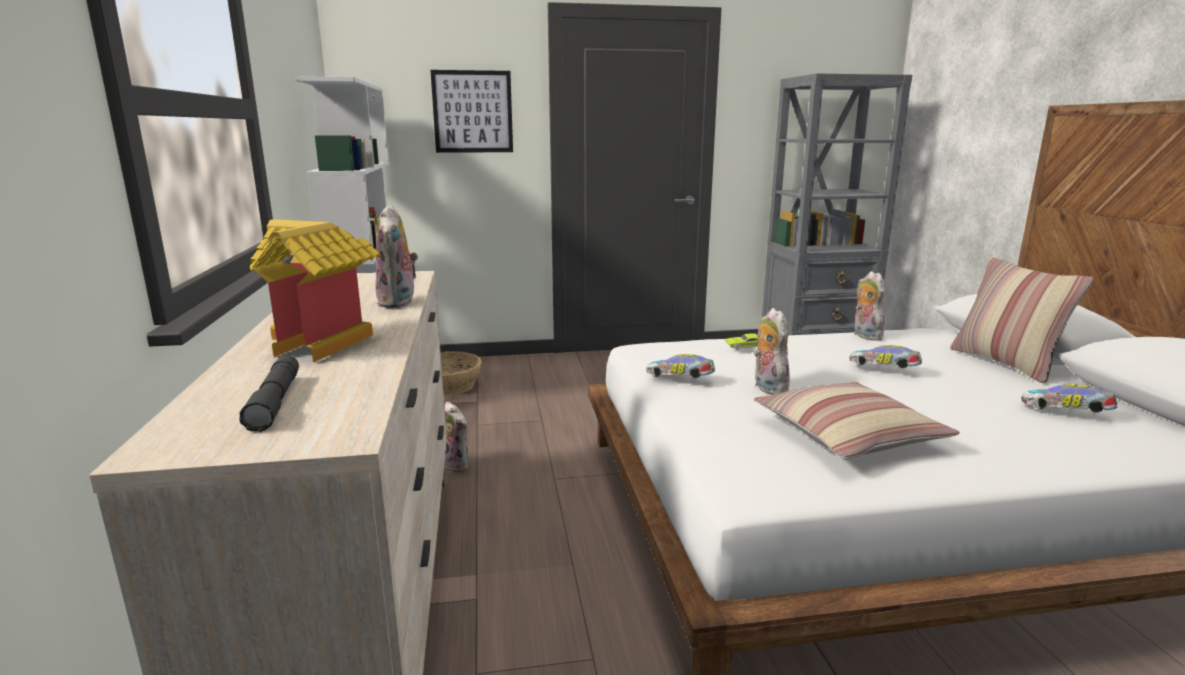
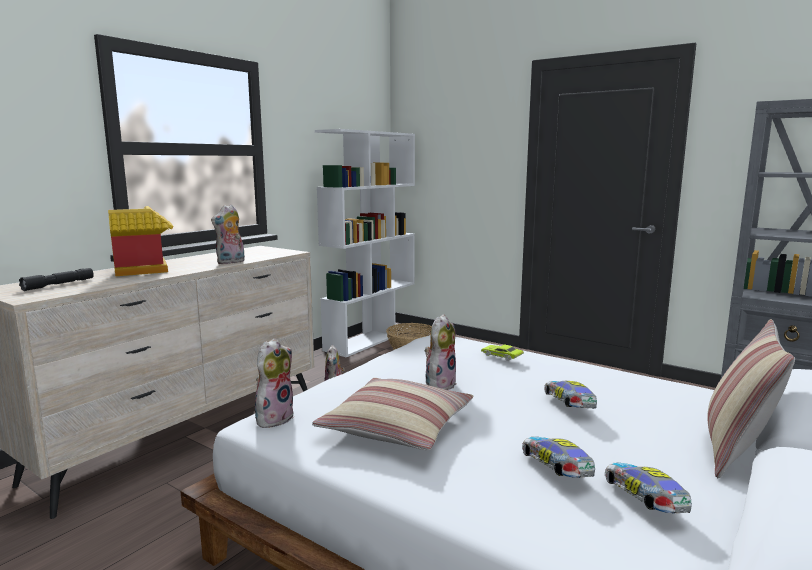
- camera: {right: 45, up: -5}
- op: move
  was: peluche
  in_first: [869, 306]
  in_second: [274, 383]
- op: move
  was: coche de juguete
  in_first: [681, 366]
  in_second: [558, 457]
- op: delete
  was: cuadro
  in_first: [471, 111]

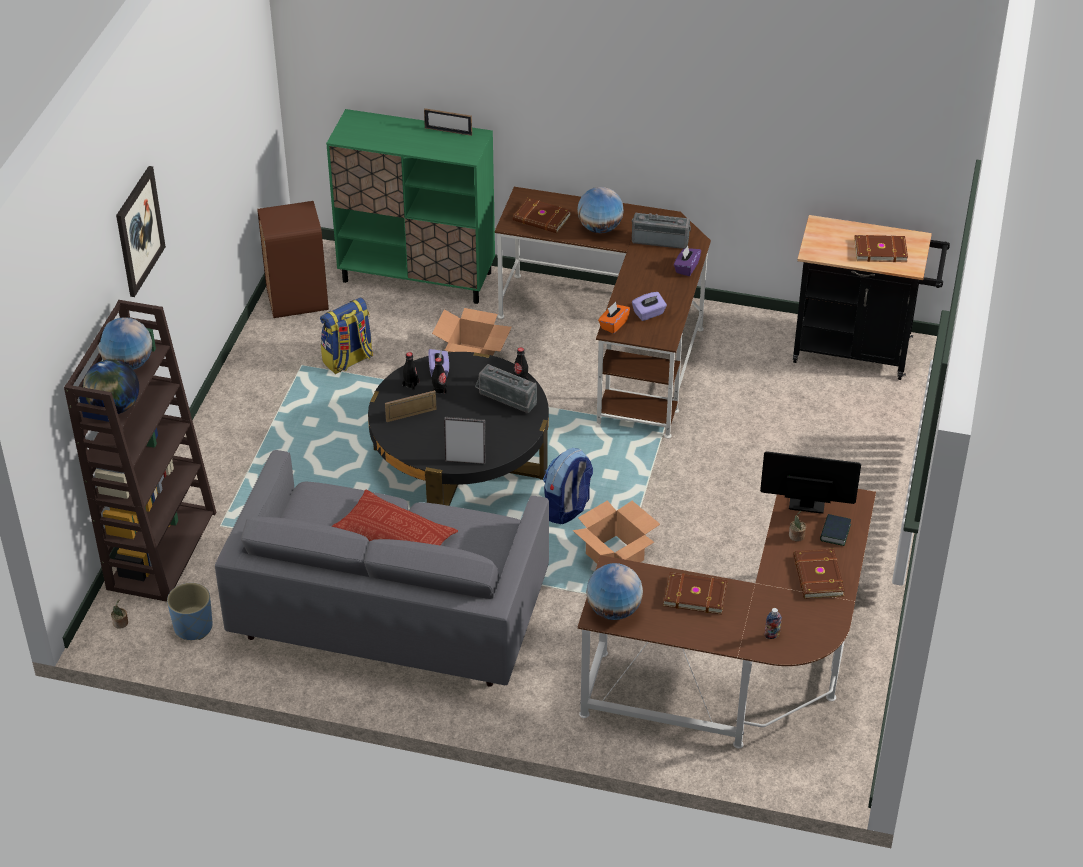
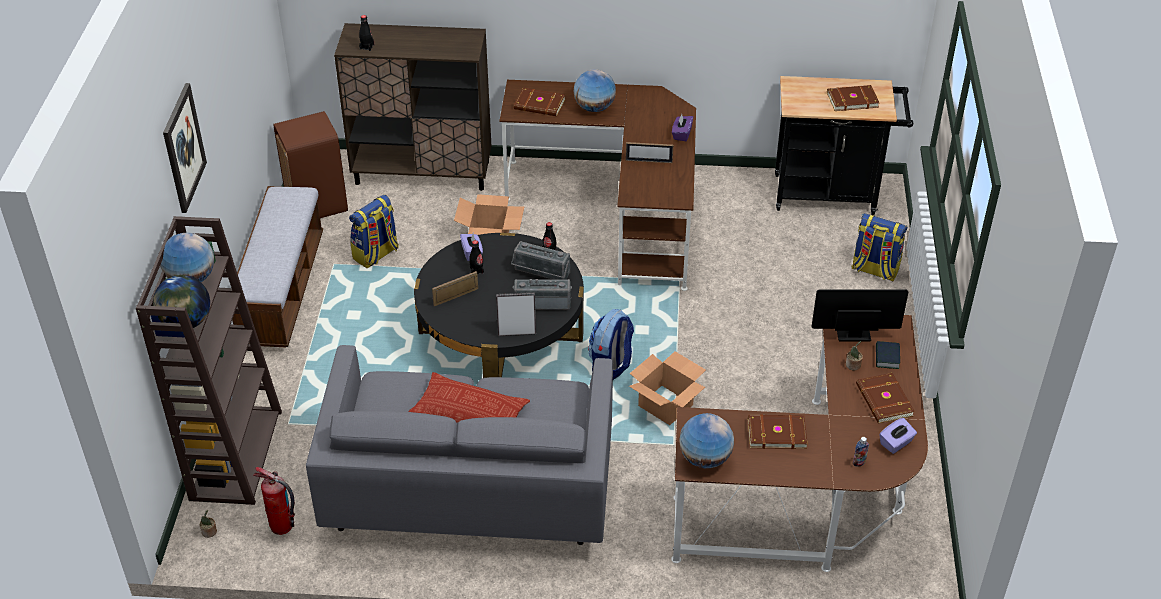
- camera: {right: -10, up: 0}
- op: insert
  now: banco
  in_second: [277, 266]
- op: replace
  was: maceta/azul
  now: extintor
  in_first: [190, 611]
  in_second: [274, 501]
- op: recolor
  was: armario/verde
  now: armario/marrón
  in_first: [410, 206]
  in_second: [412, 107]
- op: move
  was: botella/negro
  in_first: [411, 371]
  in_second: [366, 33]
- op: move
  was: radio
  in_first: [661, 230]
  in_second: [542, 294]
- op: move
  was: portarretratos
  in_first: [448, 122]
  in_second: [649, 152]
- op: insert
  now: mochila
  in_second: [879, 247]
- op: move
  was: caja de pañuelos/morado
  in_first: [649, 306]
  in_second: [898, 436]
- op: delete
  was: caja de pañuelos/naranja
  in_first: [614, 318]

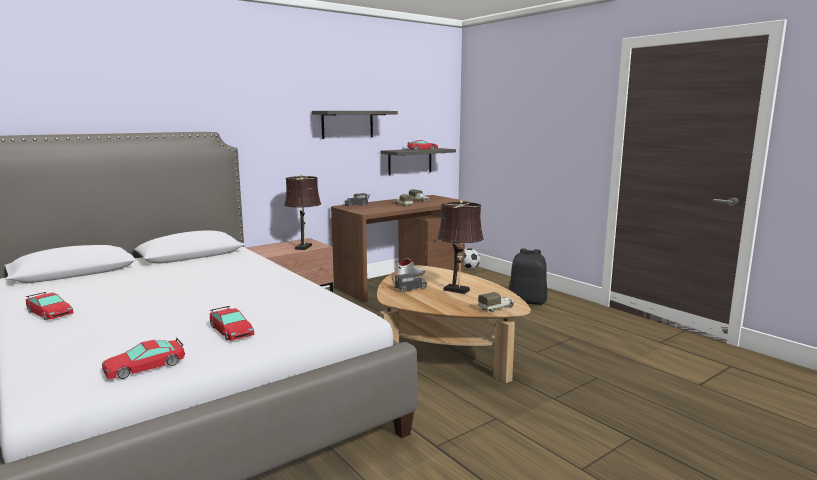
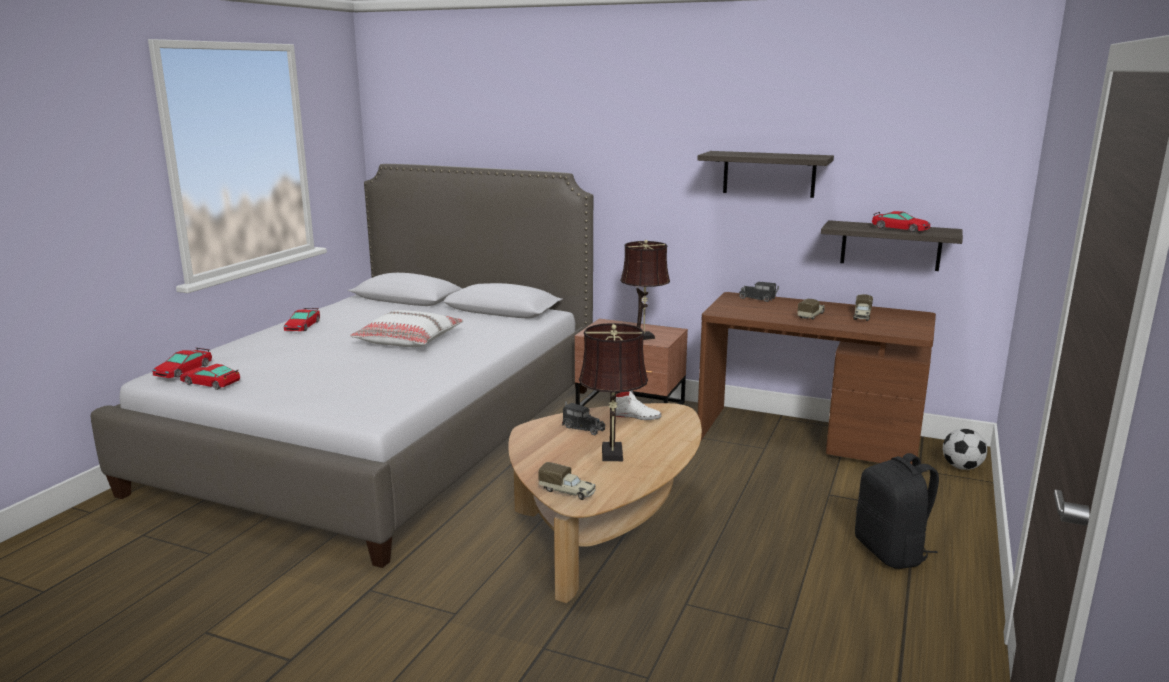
- camera: {right: 60, up: 5}
- op: move
  was: coche de juguete
  in_first: [232, 323]
  in_second: [182, 363]
- op: insert
  now: cojín/blanco
  in_second: [406, 328]

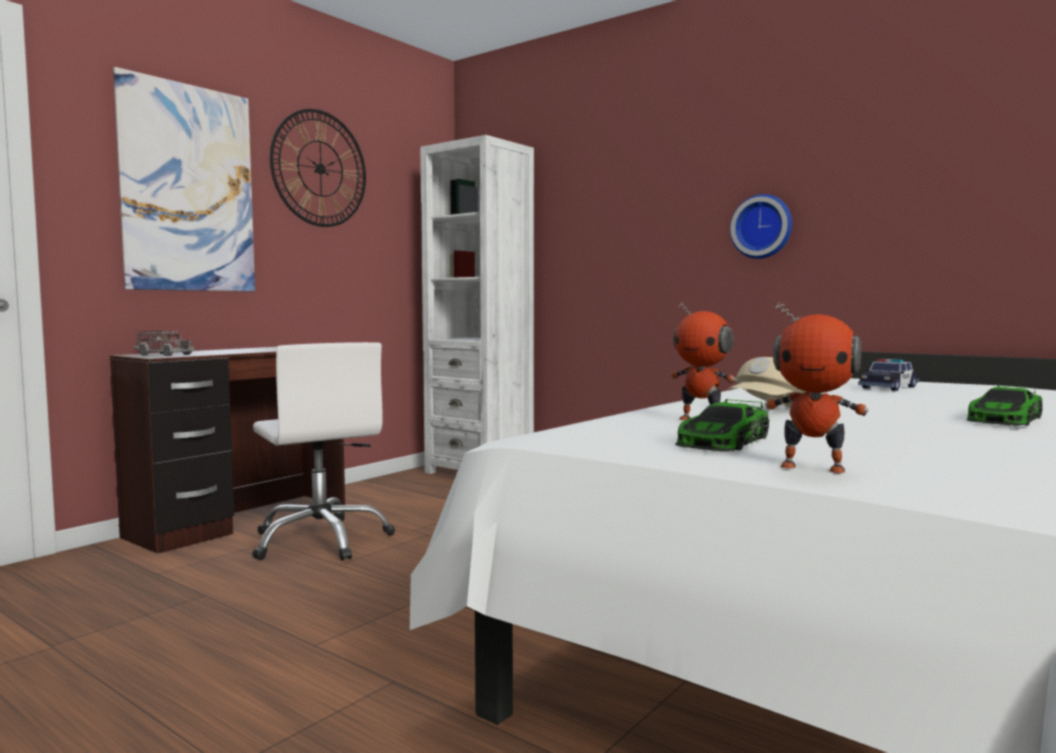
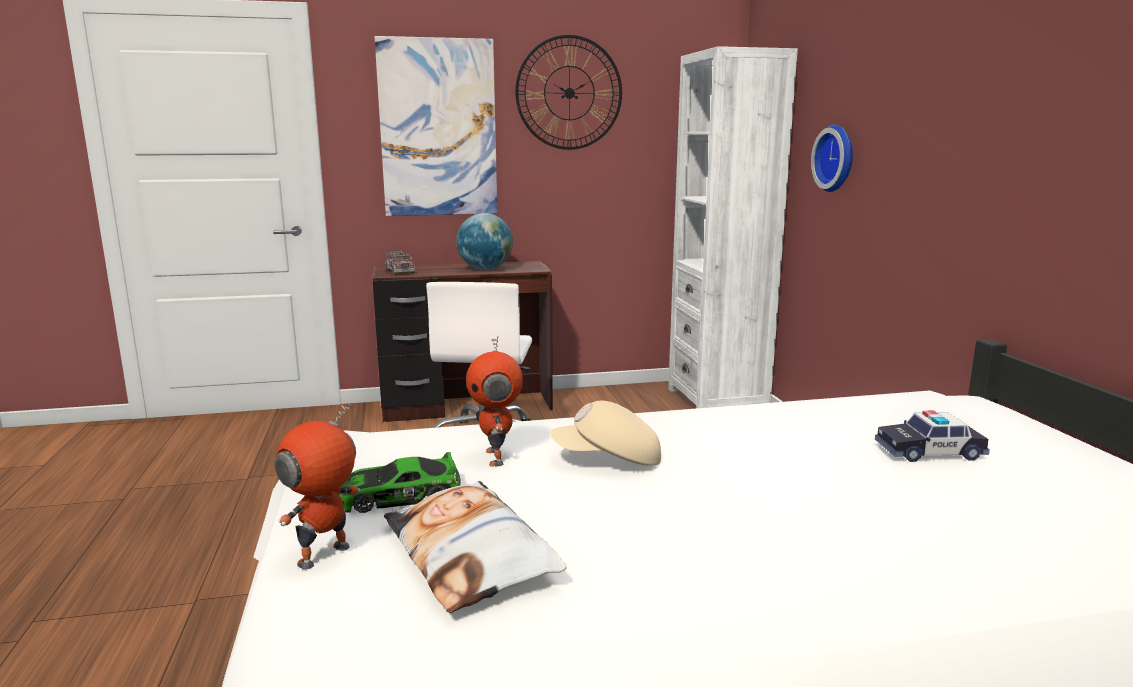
- camera: {right: 40, up: 10}
- op: rotate
  was: robot de juguete
  in_first: [817, 387]
  in_second: [317, 486]
  clockwise: 60
- op: insert
  now: cojín
  in_second: [475, 547]
- op: insert
  now: globo terráqueo
  in_second: [485, 241]
- op: move
  was: reloj de pared
  in_first: [761, 226]
  in_second: [832, 158]
- op: delete
  was: coche de juguete
  in_first: [1005, 405]

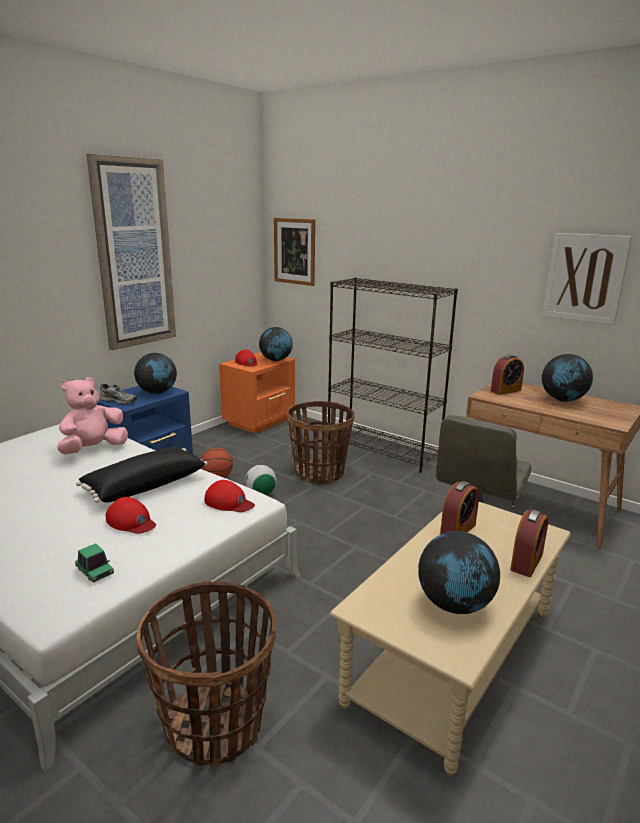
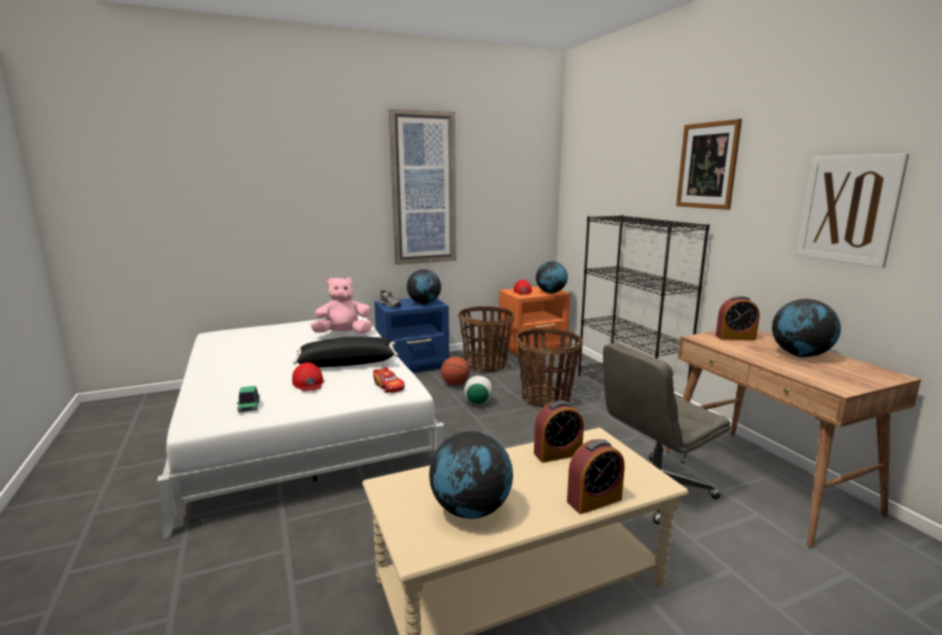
- camera: {right: 30, up: -5}
- op: replace
  was: gorra/rojo
  now: coche de juguete
  in_first: [230, 496]
  in_second: [389, 380]
- op: move
  was: cesta
  in_first: [206, 673]
  in_second: [486, 339]
- op: move
  was: cuadro
  in_first: [294, 252]
  in_second: [709, 164]

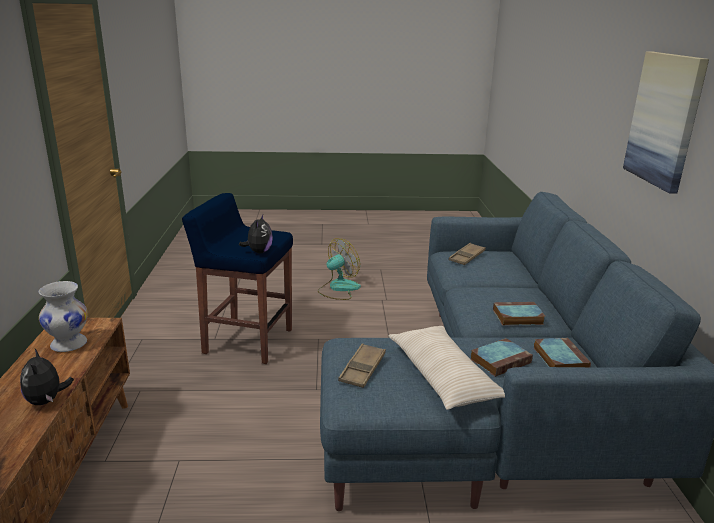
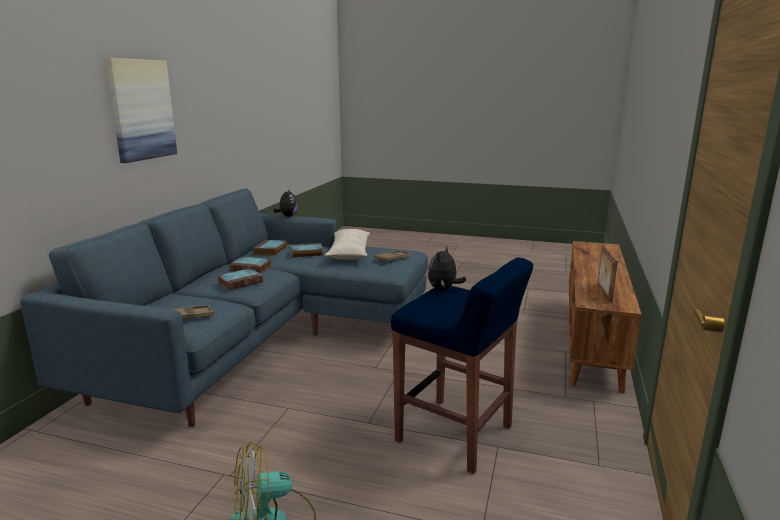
- camera: {right: -160, up: -5}
- op: insert
  now: libro
  in_second: [240, 279]
- op: move
  was: peluche
  in_first: [47, 377]
  in_second: [285, 203]
- op: replace
  was: florero/blanco
  now: portarretratos
  in_first: [63, 316]
  in_second: [608, 274]

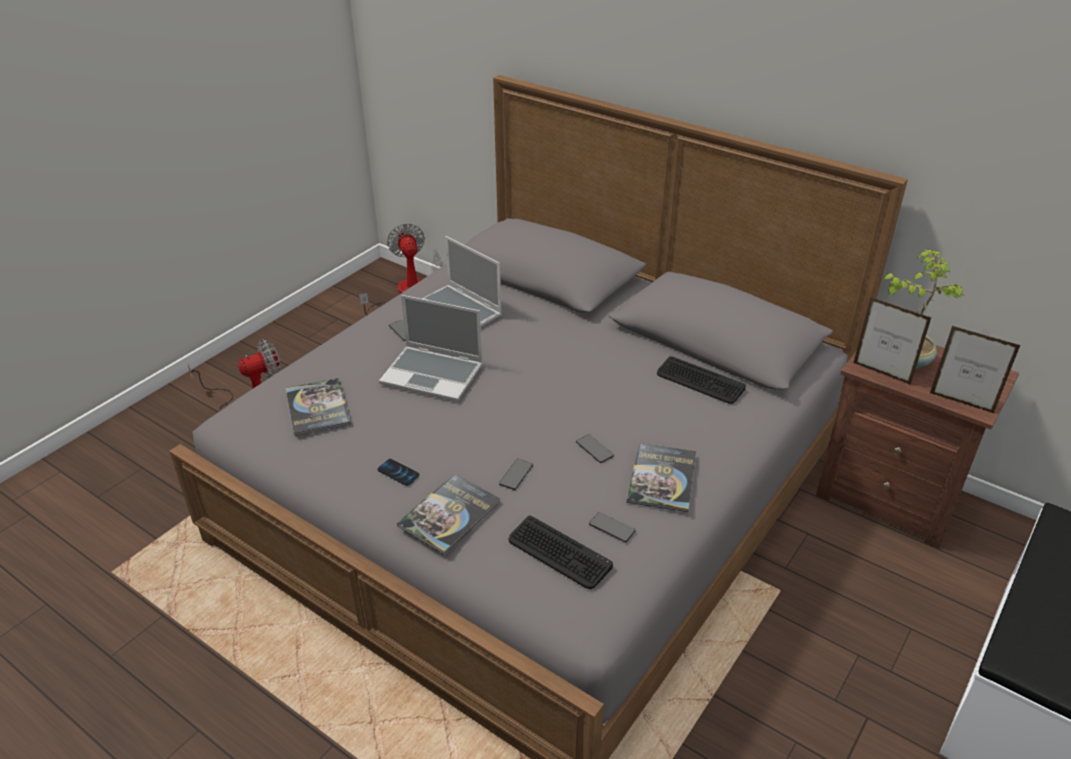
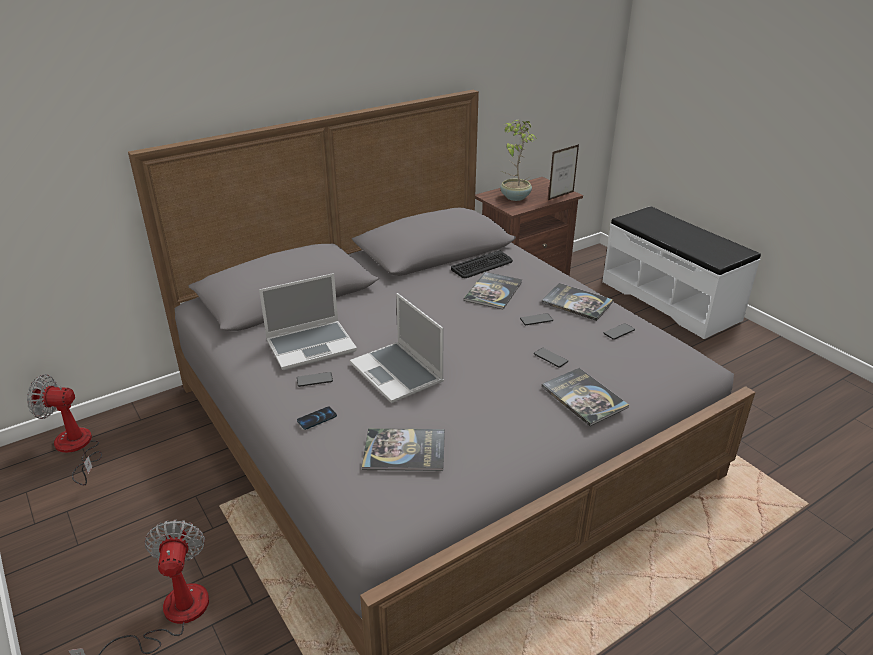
- camera: {right: -70, up: -5}
- op: move
  was: móvil
  in_first: [398, 472]
  in_second: [317, 418]
- op: rotate
  was: portátil
  in_first: [431, 348]
  in_second: [397, 348]
  clockwise: 105
- op: insert
  now: libro
  in_second: [493, 291]
- op: delete
  was: teclado
  in_first: [560, 552]
- op: delete
  was: portarretratos
  in_first: [892, 341]

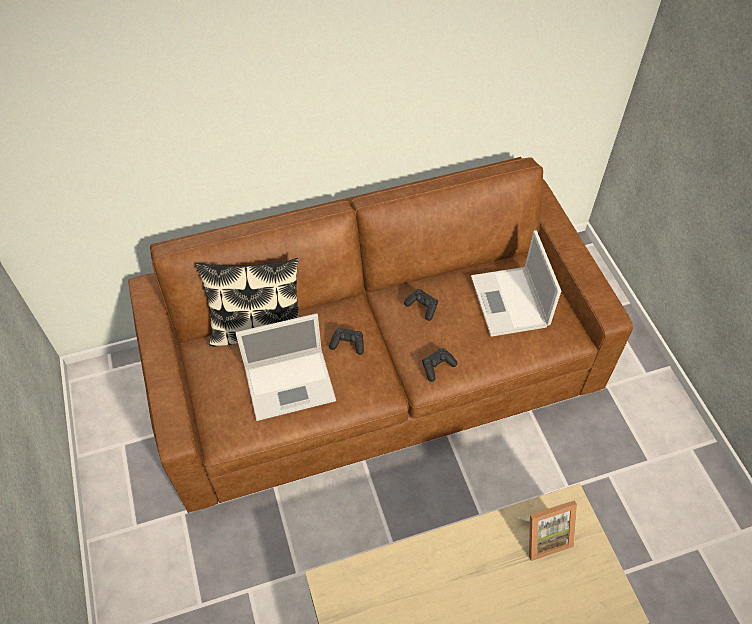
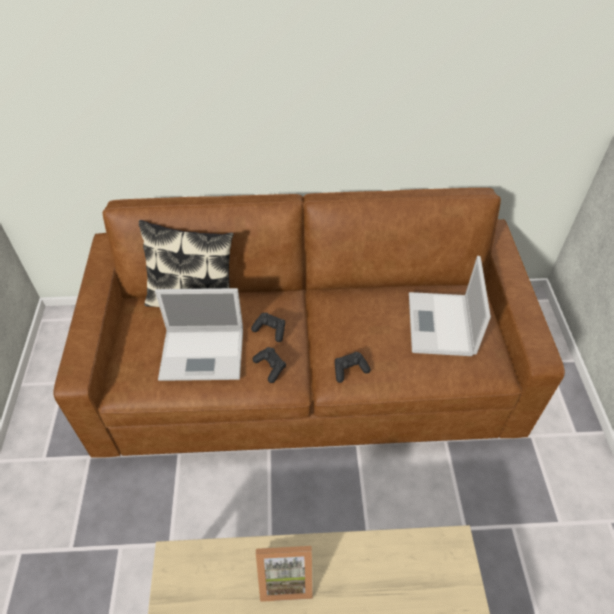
- camera: {right: 15, up: -5}
- op: move
  was: mando de consola/negro
  in_first: [421, 305]
  in_second: [269, 365]
- op: move
  was: portarretratos
  in_first: [547, 530]
  in_second: [284, 574]

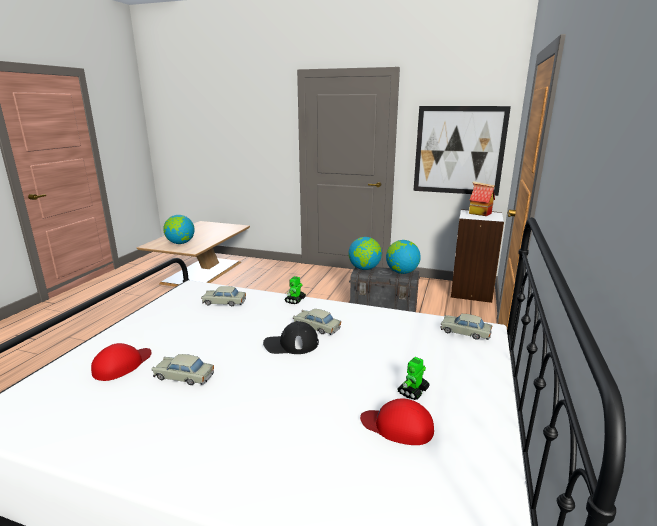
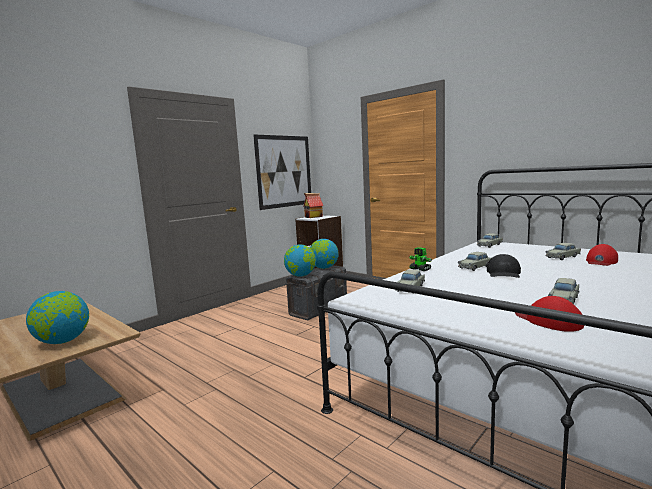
- camera: {right: -65, up: -10}
- op: replace
  was: robot de juguete
  now: coche de juguete/beis
  in_first: [414, 378]
  in_second: [563, 251]

